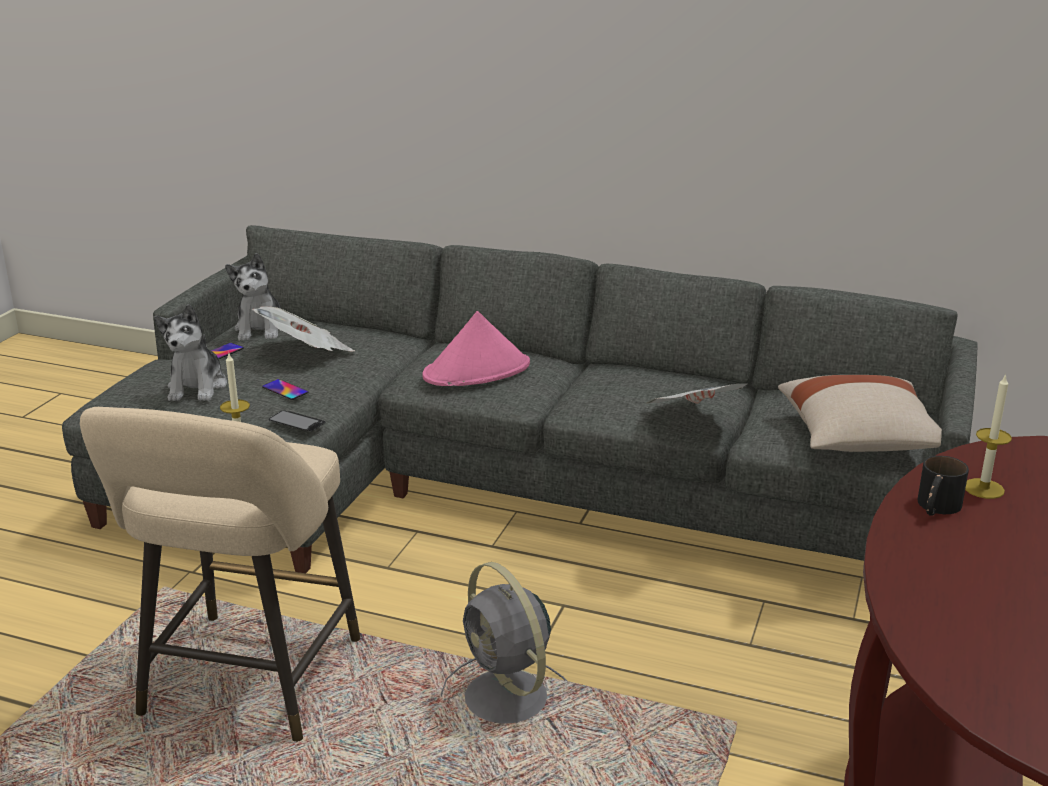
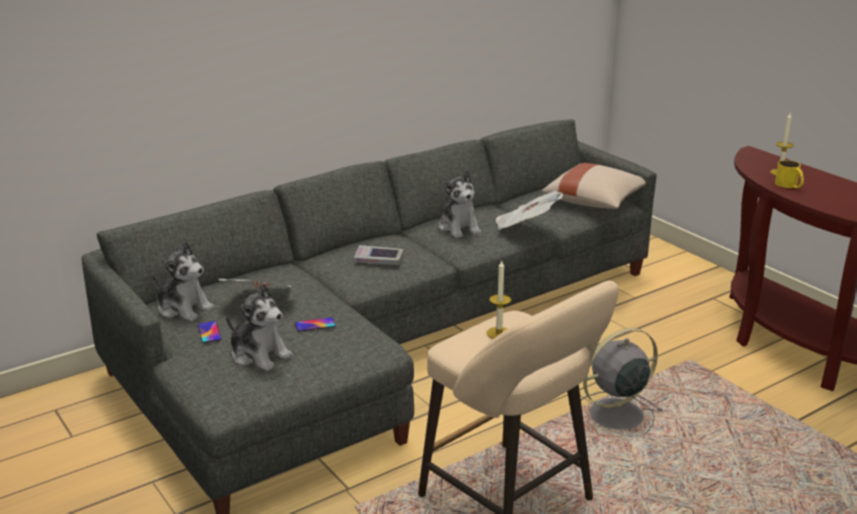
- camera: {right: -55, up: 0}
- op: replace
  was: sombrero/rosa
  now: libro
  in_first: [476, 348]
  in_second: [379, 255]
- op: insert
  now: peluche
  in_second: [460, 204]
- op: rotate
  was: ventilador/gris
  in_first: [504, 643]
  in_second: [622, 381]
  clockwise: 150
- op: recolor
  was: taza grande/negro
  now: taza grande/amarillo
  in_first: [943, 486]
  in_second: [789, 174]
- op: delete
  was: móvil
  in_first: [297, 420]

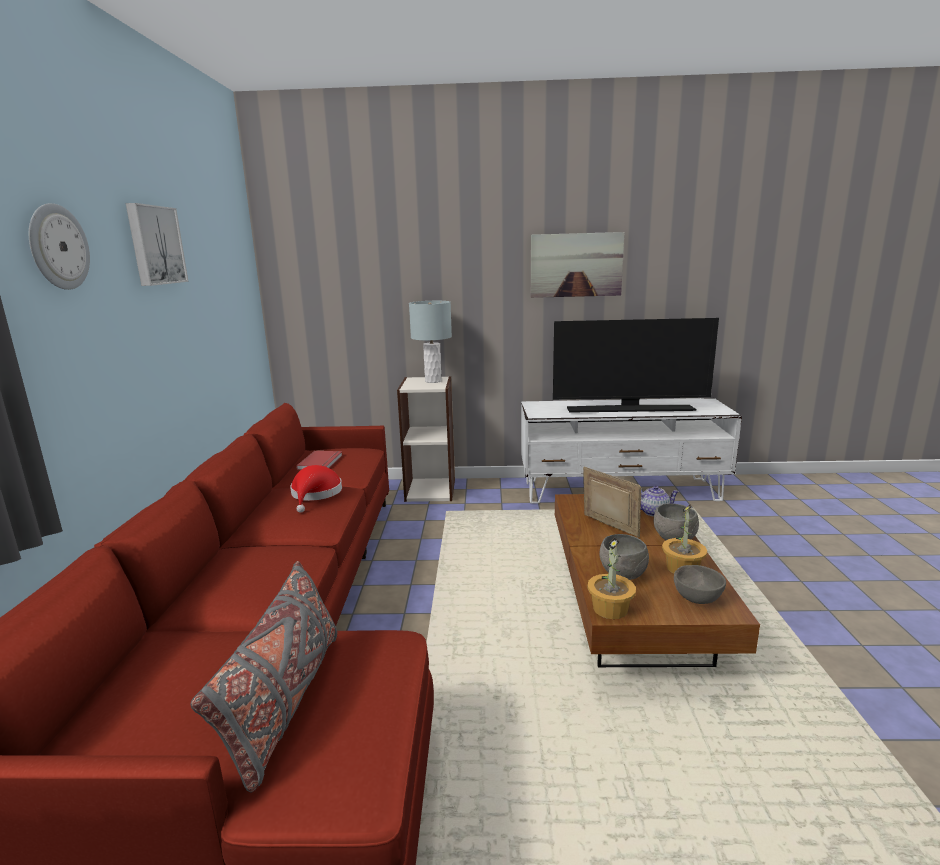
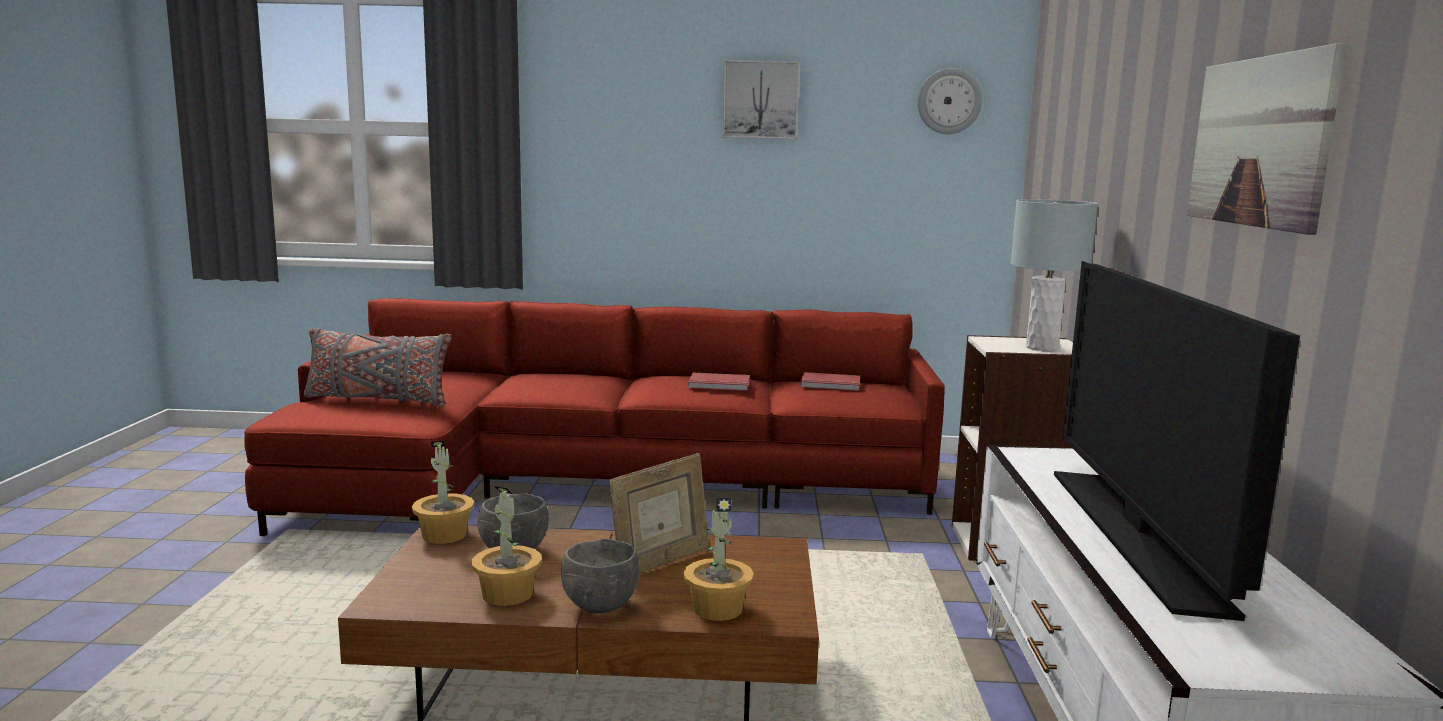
- camera: {right: 90, up: -5}
- op: replace
  was: tetera
  now: planta en maceta
  in_first: [660, 501]
  in_second: [718, 559]
- op: replace
  was: sombrero/rojo
  now: libro/rojo
  in_first: [316, 489]
  in_second: [719, 382]
- op: move
  was: reloj de pared
  in_first: [59, 246]
  in_second: [950, 101]
- op: delete
  was: cuenco/gris
  in_first: [700, 584]

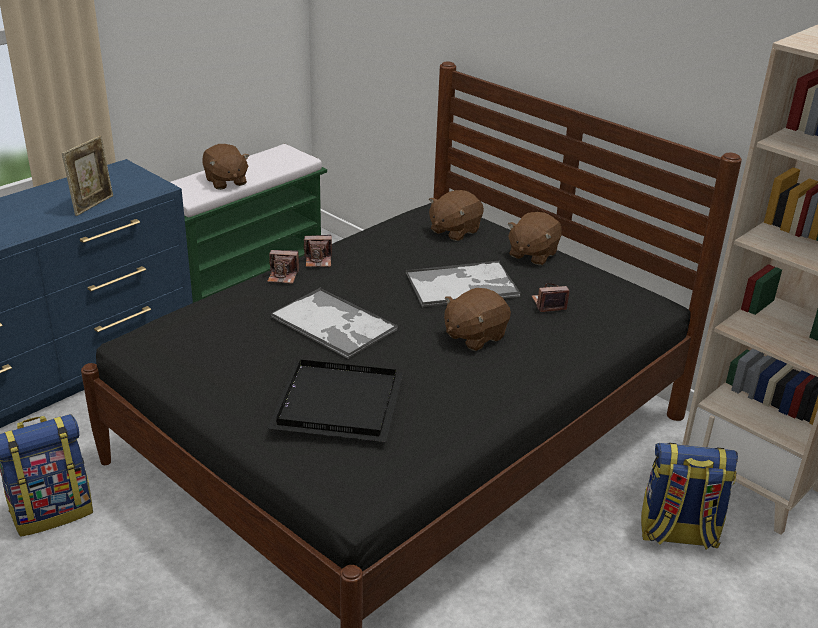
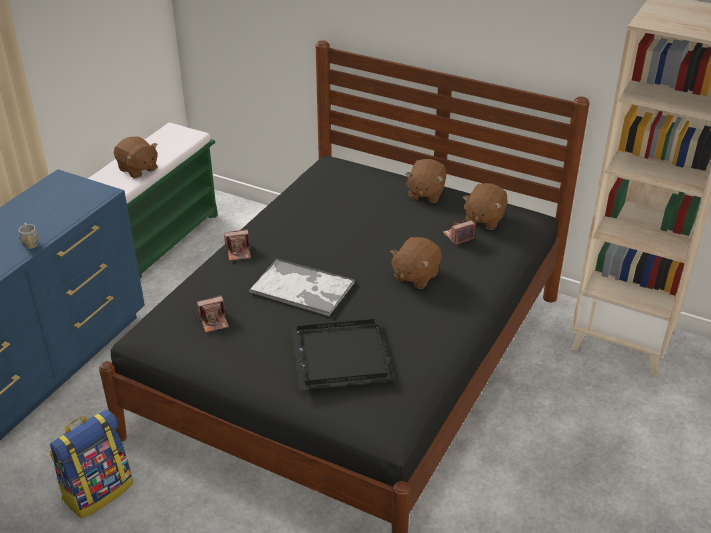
- camera: {right: -15, up: 5}
- op: insert
  now: taza grande/gris
  in_second: [28, 236]
- op: move
  was: cámara
  in_first: [318, 251]
  in_second: [213, 313]
- op: move
  was: peluche/marrón
  in_first: [456, 215]
  in_second: [485, 206]
- op: delete
  was: portarretratos
  in_first: [87, 176]
- op: delete
  was: bandeja
  in_first: [462, 284]
- op: delete
  was: mochila
  in_first: [689, 496]

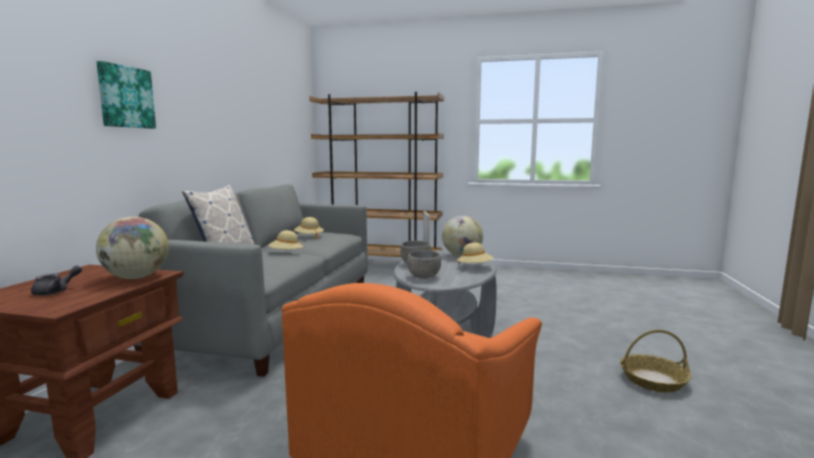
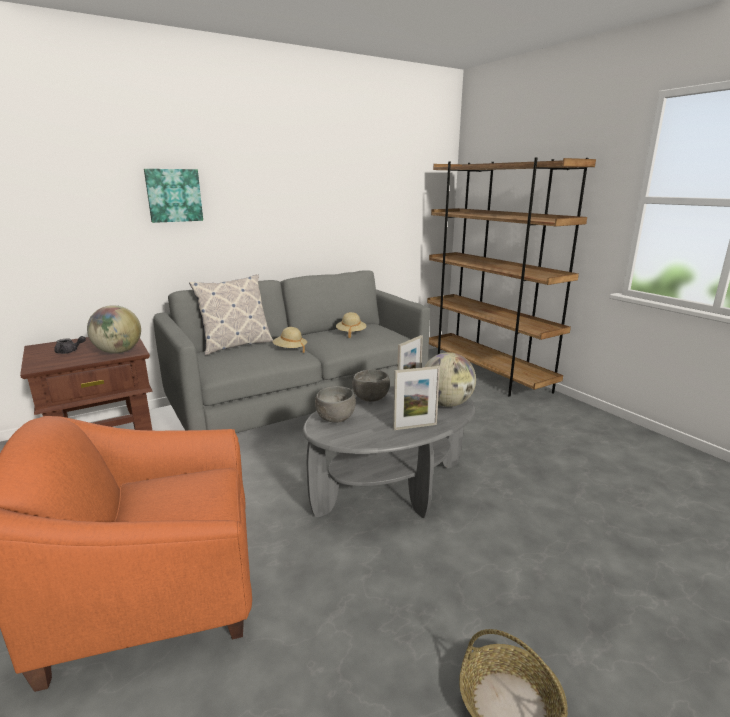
- camera: {right: 45, up: 10}
- op: replace
  was: sombrero/beis
  now: portarretratos
  in_first: [475, 253]
  in_second: [416, 398]

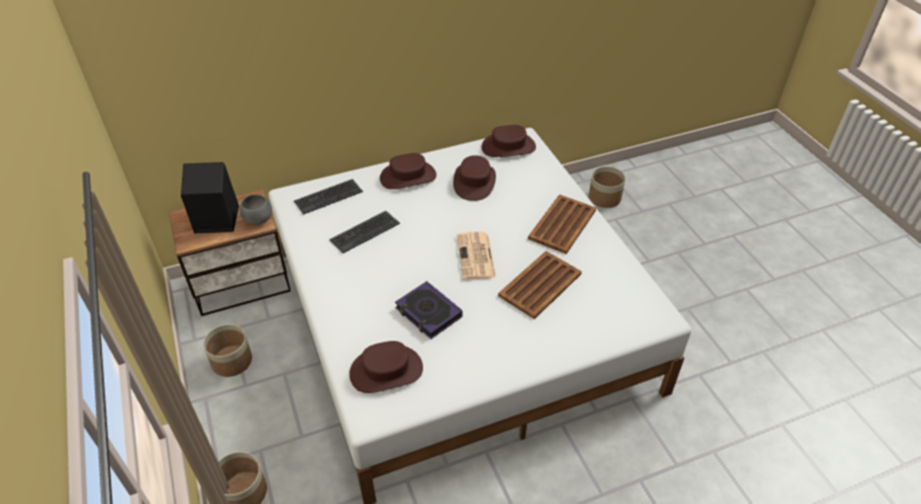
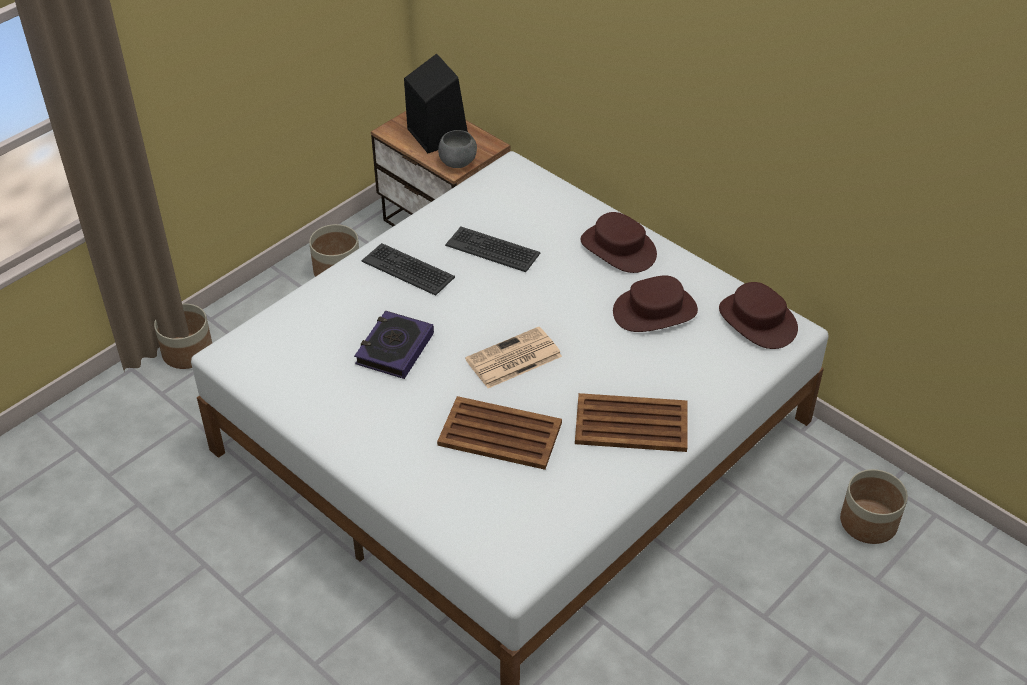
- camera: {right: 65, up: 0}
- op: move
  was: teclado
  in_first: [328, 197]
  in_second: [408, 269]
- op: delete
  was: sombrero/marrón
  in_first: [386, 367]

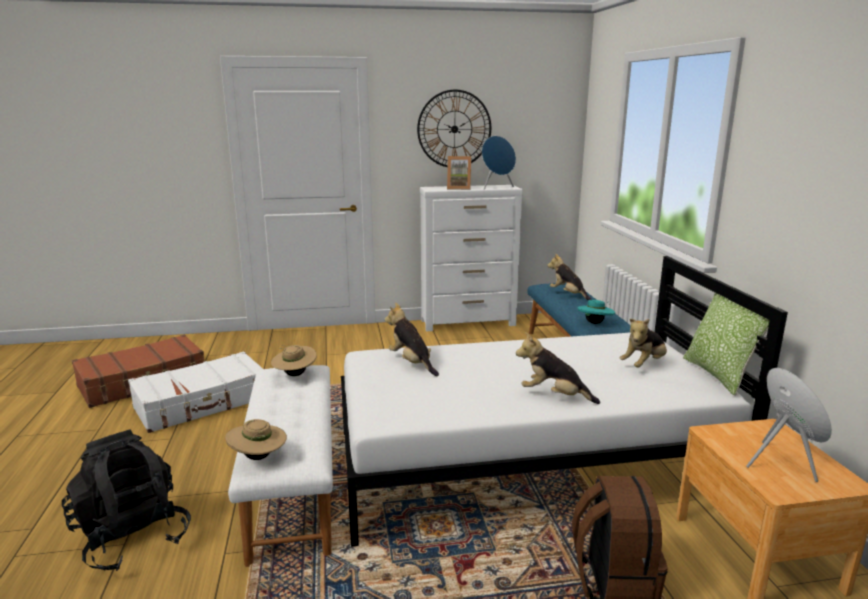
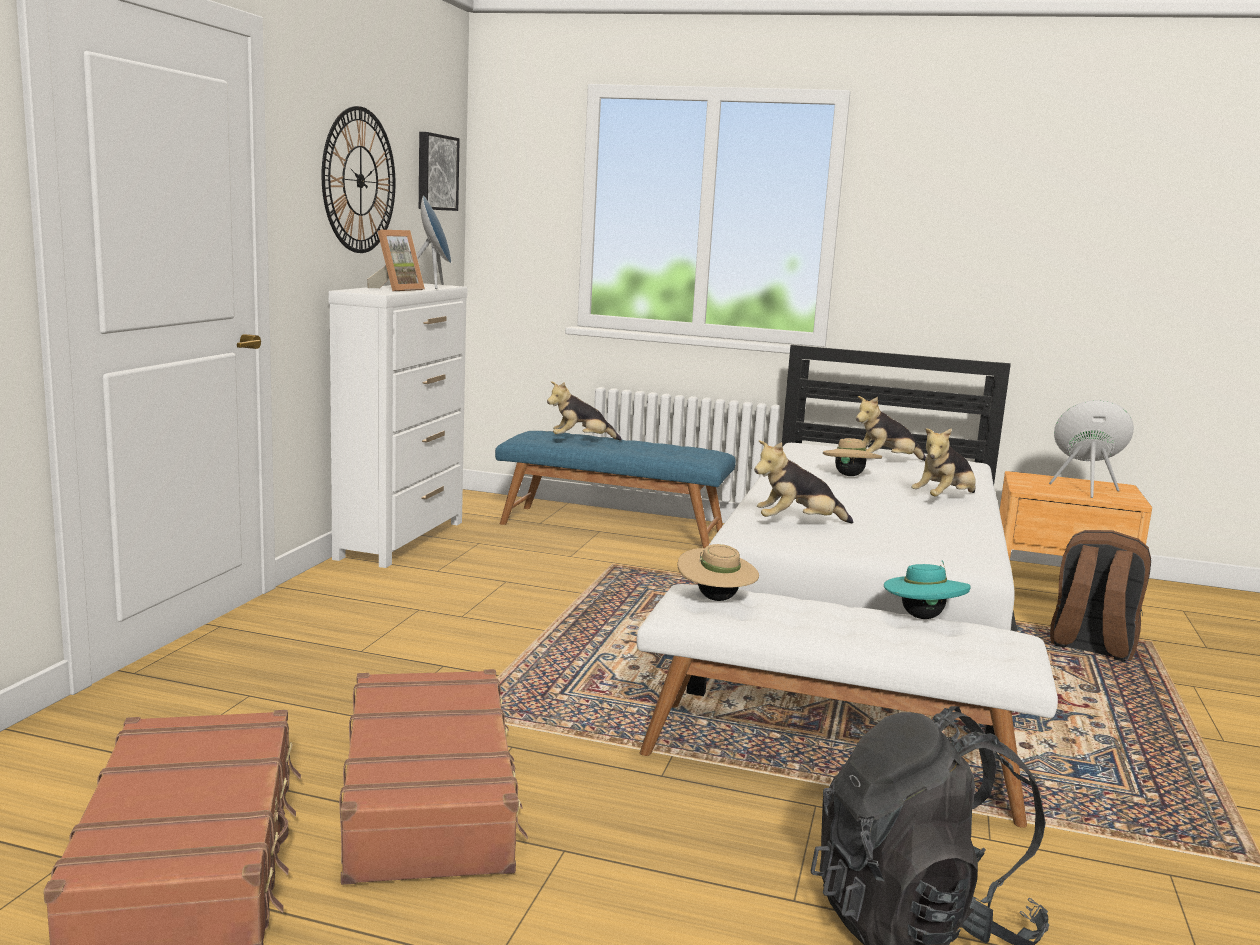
- camera: {right: -65, up: -5}
- op: recolor
  was: maleta/blanco
  now: maleta/marrón
  in_first: [195, 392]
  in_second: [433, 777]
- op: insert
  now: cuadro
  in_second: [439, 171]
- op: move
  was: sombrero/beis
  in_first: [256, 439]
  in_second: [852, 457]
- op: rotate
  was: peluche
  in_first: [643, 343]
  in_second: [891, 428]
  clockwise: 90
- op: move
  was: sombrero/turquesa
  in_first: [596, 312]
  in_second: [927, 589]
- op: delete
  was: cojín
  in_first: [726, 344]

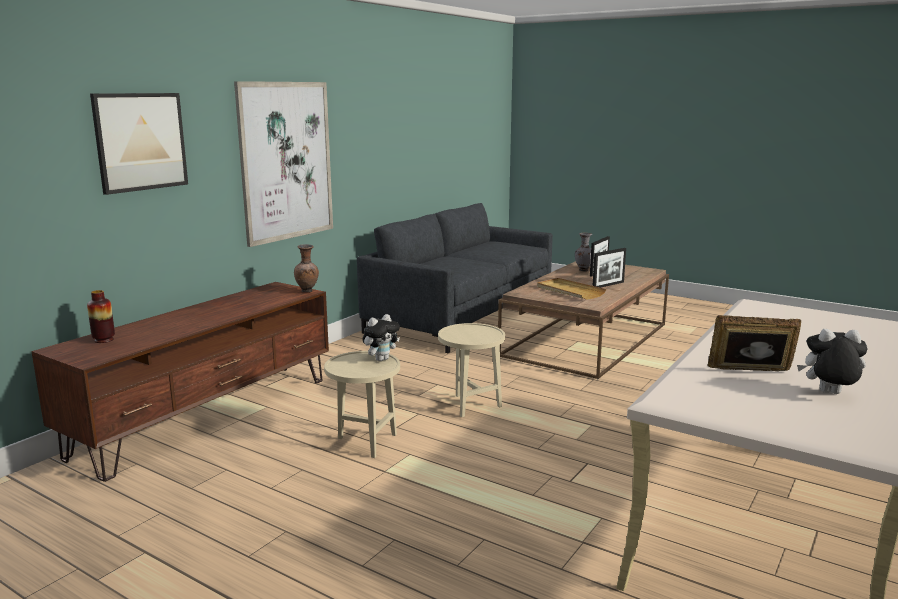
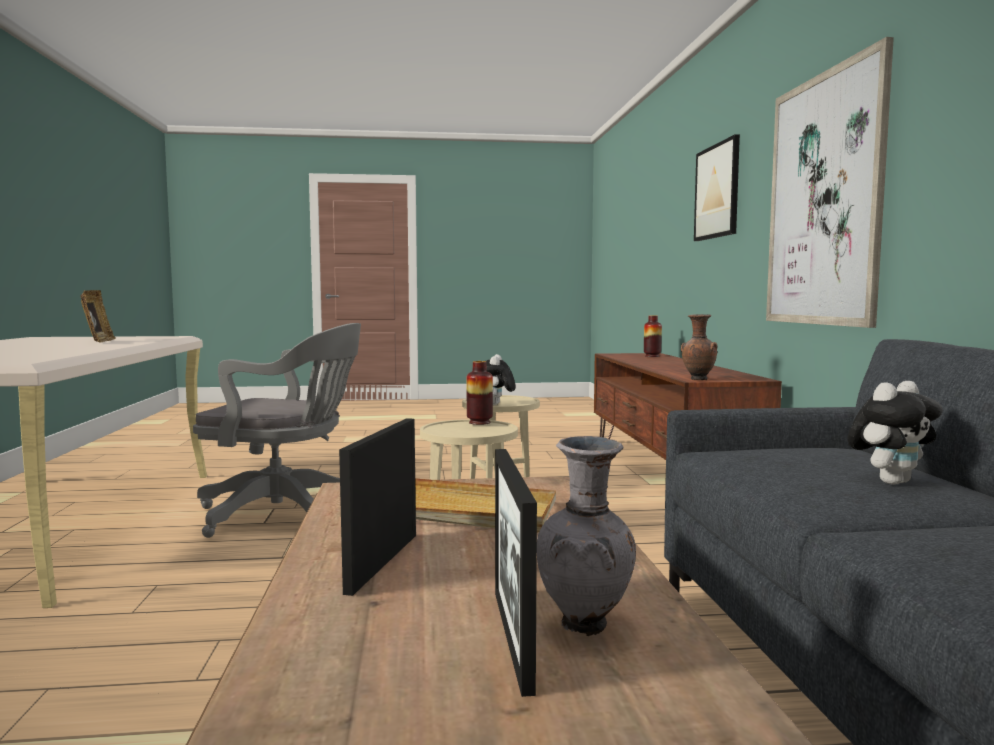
- camera: {right: 140, up: -10}
- op: rotate
  was: portarretratos
  in_first: [754, 343]
  in_second: [98, 316]
  clockwise: -75
- op: insert
  now: silla de oficina/gris
  in_second: [277, 430]
- op: insert
  now: florero
  in_second: [480, 393]
- op: move
  was: peluche
  in_first: [832, 361]
  in_second: [895, 433]

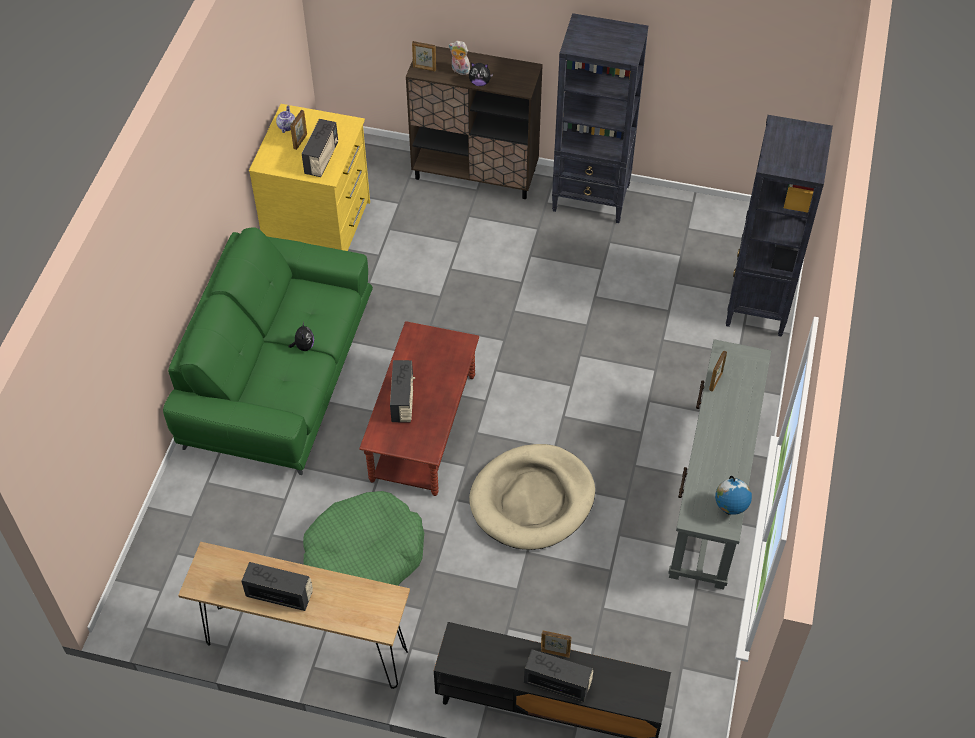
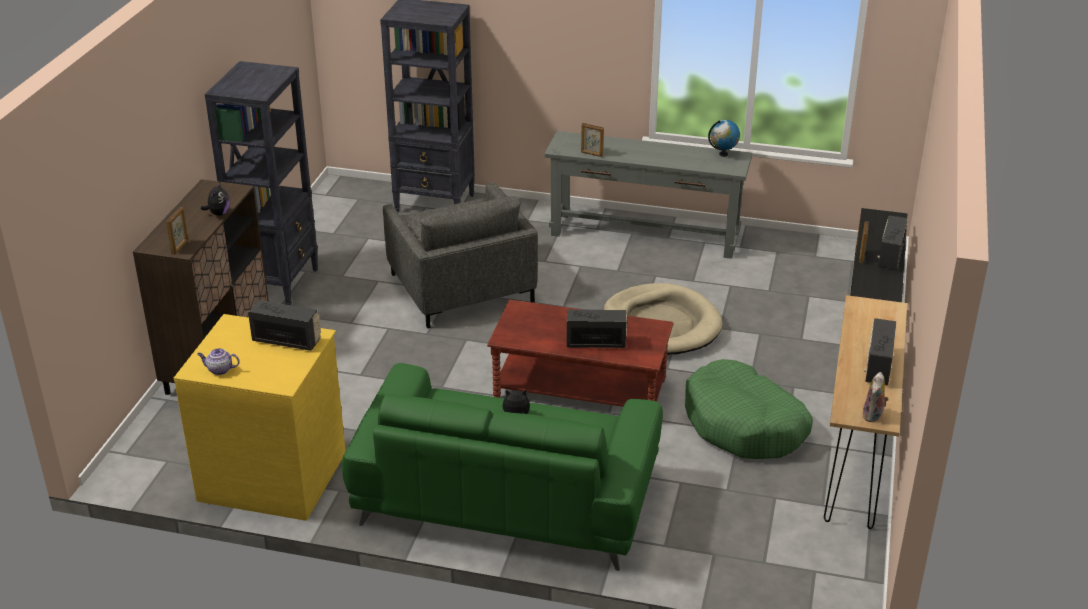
- camera: {right: -90, up: -20}
- op: insert
  now: sillón/gris
  in_second: [460, 255]
- op: move
  was: peluche
  in_first: [459, 58]
  in_second: [875, 397]
- op: delete
  was: portarretratos
  in_first: [298, 130]

